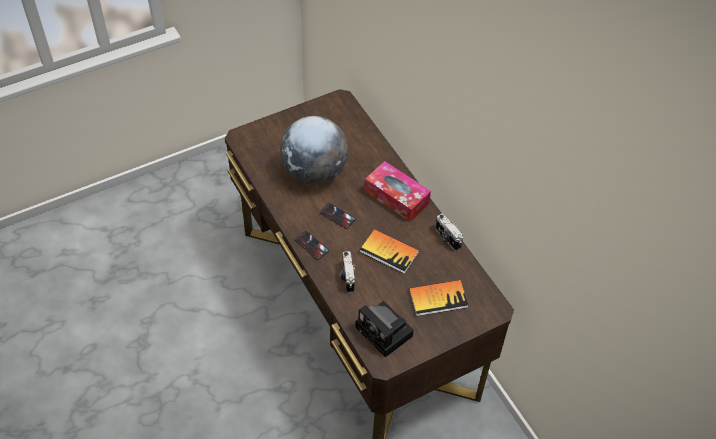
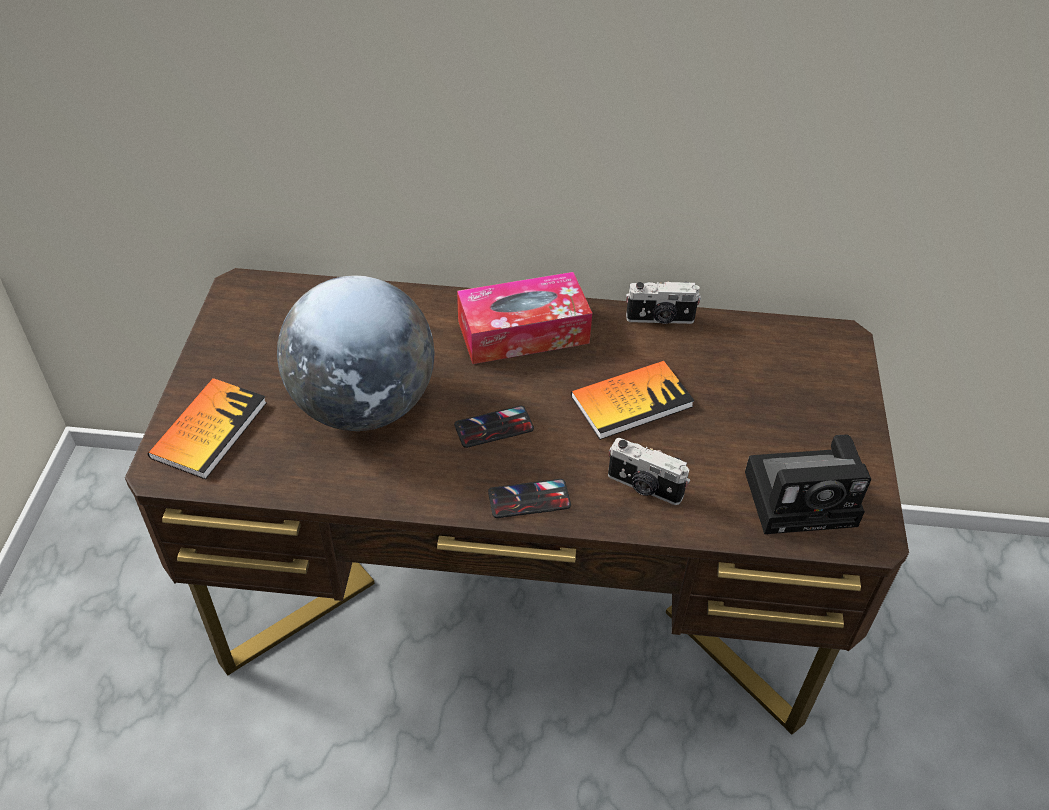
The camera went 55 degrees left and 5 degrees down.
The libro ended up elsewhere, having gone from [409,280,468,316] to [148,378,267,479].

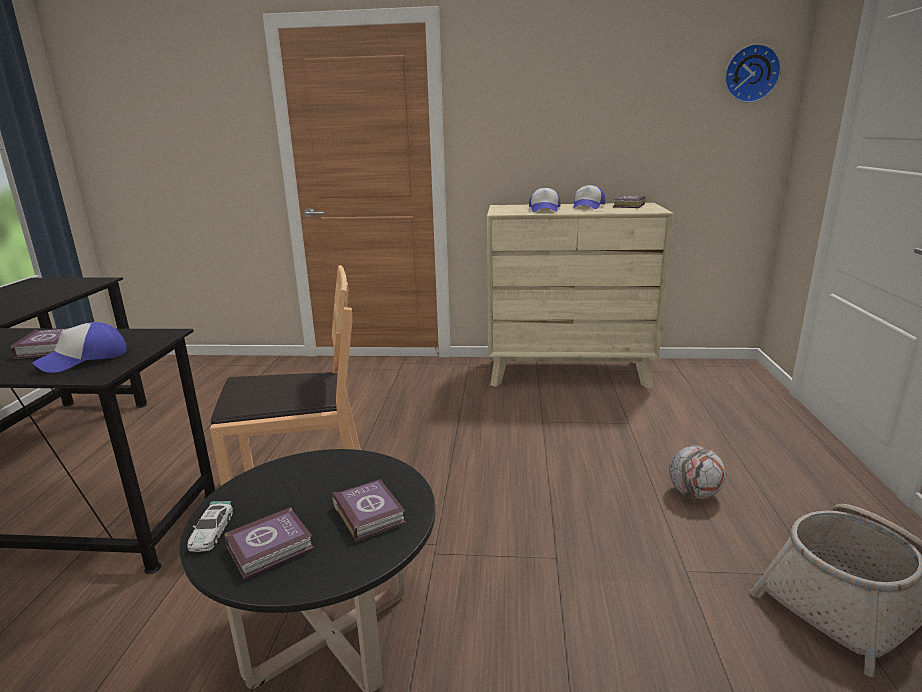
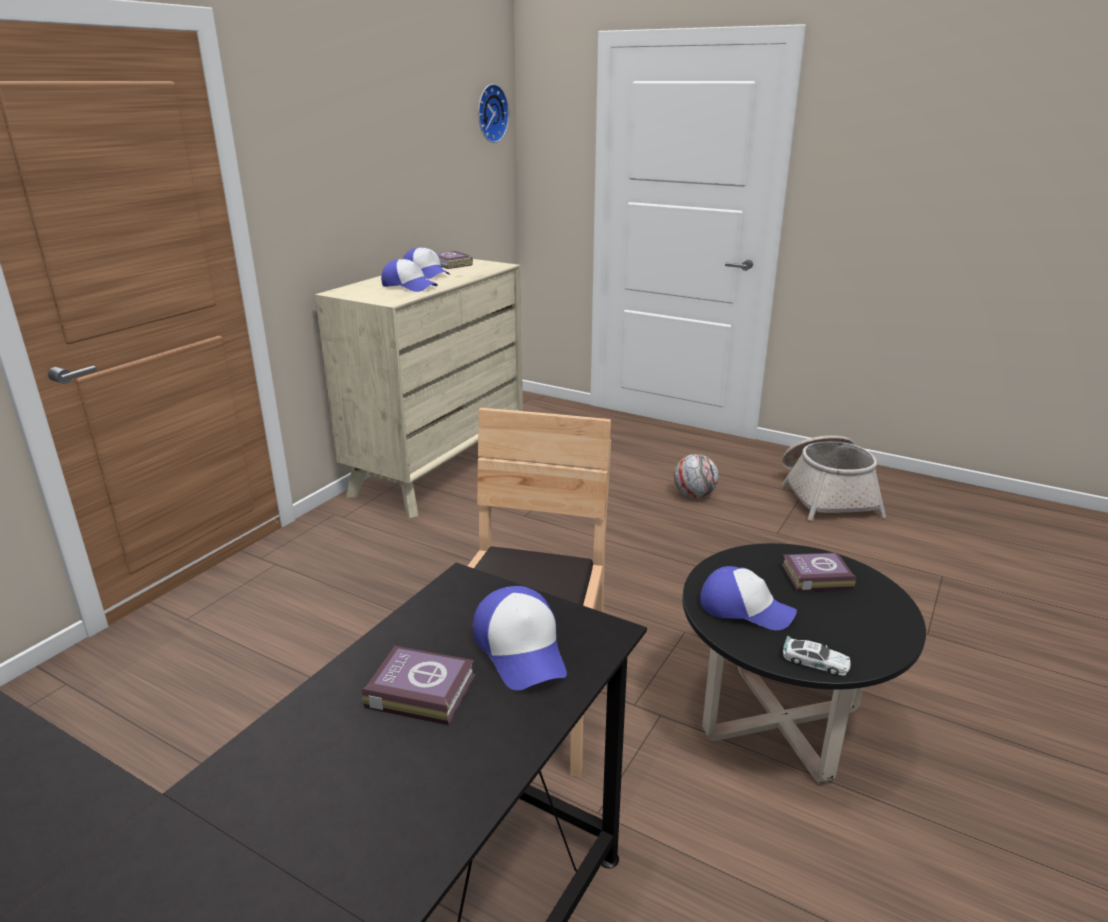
The camera went 65 degrees left and 5 degrees up.
The second view gained the gorra at [700,566,797,630].
The second view lost the libro at [224,507,314,580].

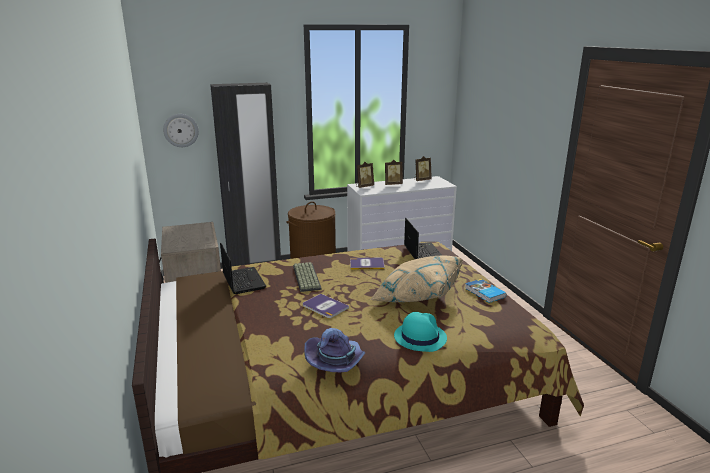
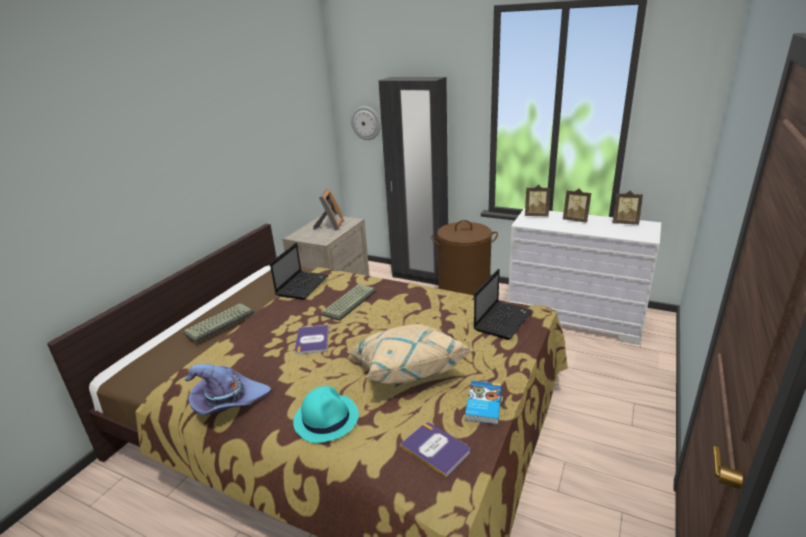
The camera went 45 degrees right and 5 degrees up.
The second view gained the teclado at [183,303,255,343].
The second view gained the portarretratos at [313,188,344,231].
The libro ended up elsewhere, having gone from [350,258,385,270] to [400,422,470,477].

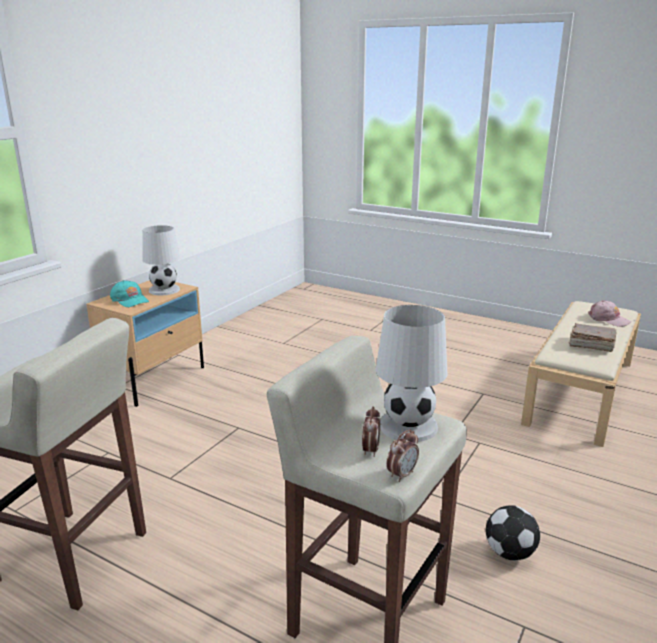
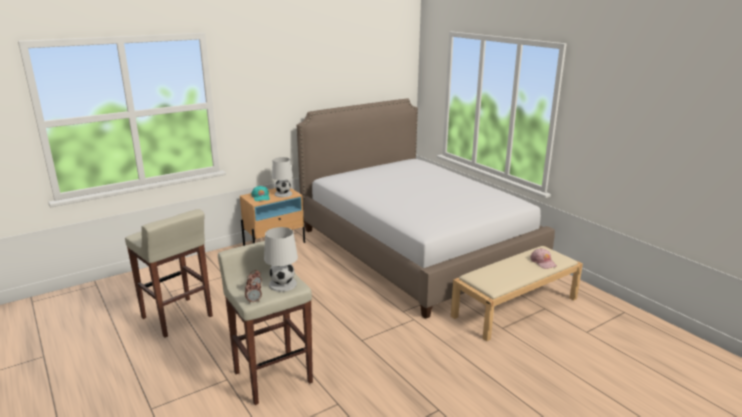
The camera went 25 degrees right and 0 degrees up.
The second view gained the cama at [297,98,555,319].
The second view lost the balón de fútbol at [486,506,540,561].
The second view lost the libro [marrón] at [568,323,617,352].

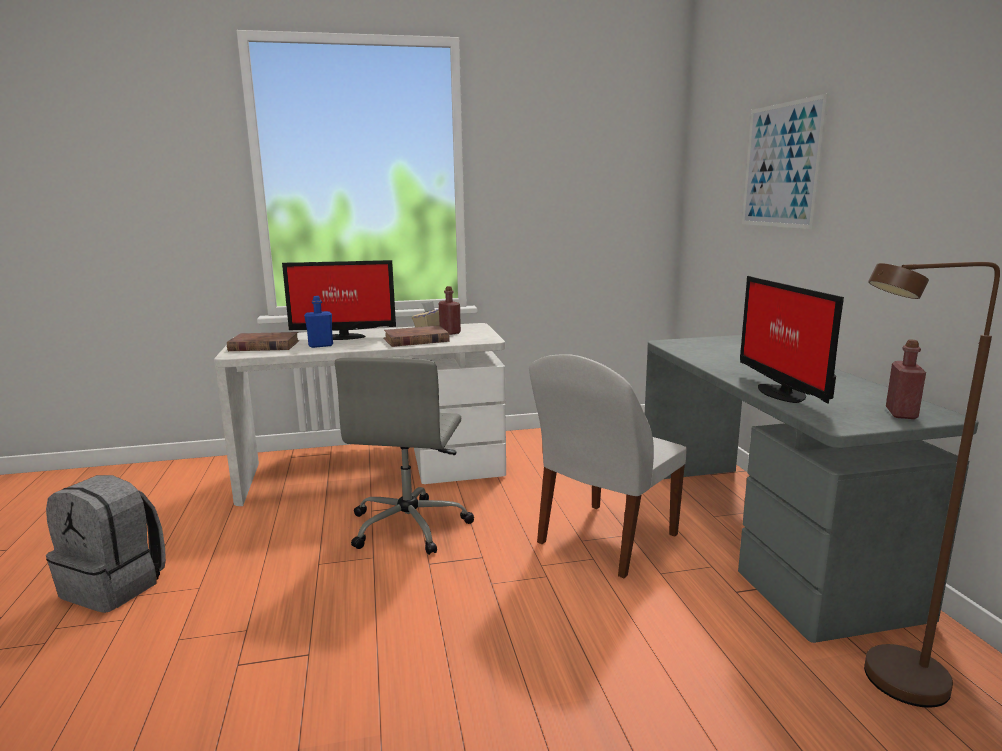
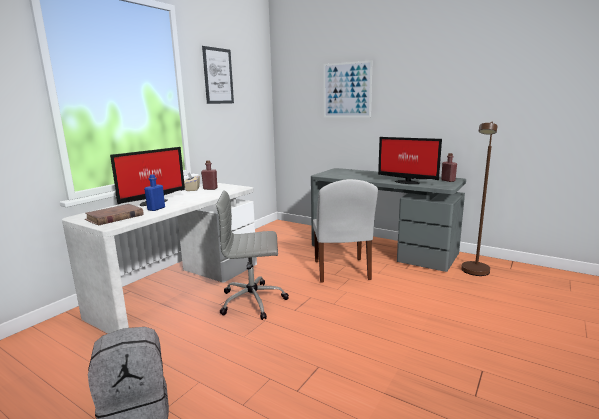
The camera went 45 degrees left and 0 degrees up.
The second view gained the cuadro at [202,46,234,104].
The silla de oficina [gris] at [335,357,474,555] ended up facing another way, 120 degrees clockwise from before.
The second view lost the libro [marrón] at [383,325,450,347].

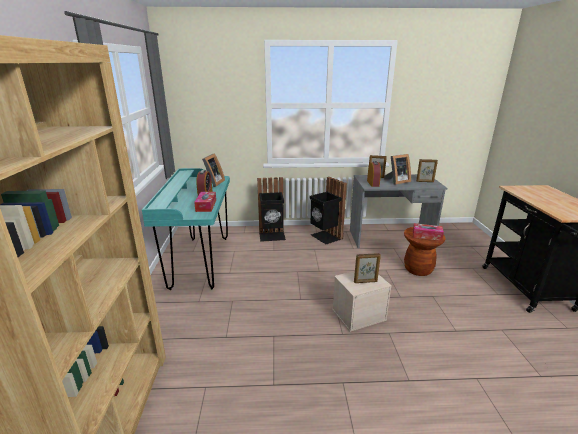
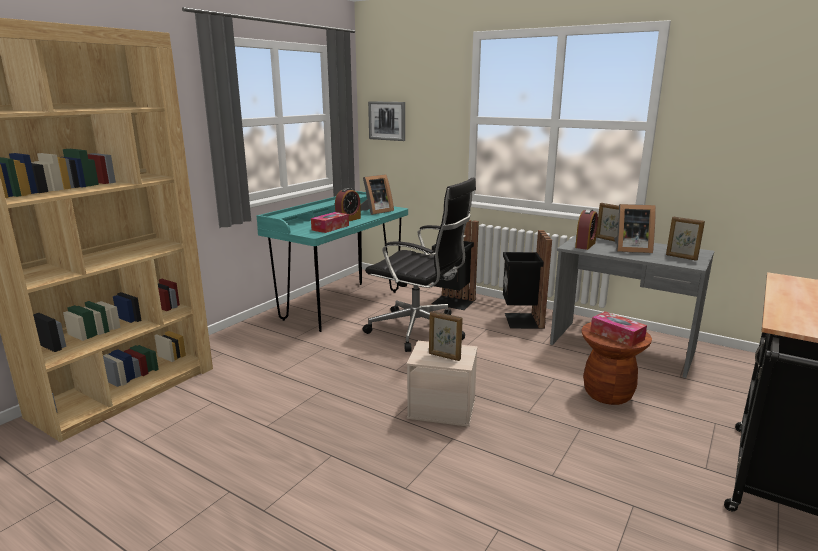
The camera went 35 degrees right and 5 degrees down.
The second view gained the silla de oficina [negro] at [363,177,476,352].
The second view gained the cuadro at [368,101,405,141].

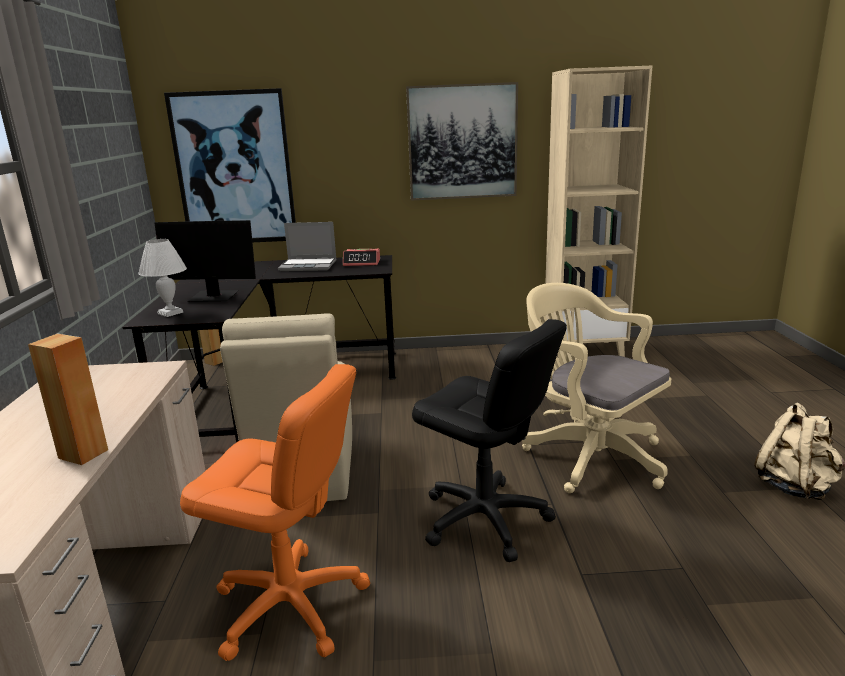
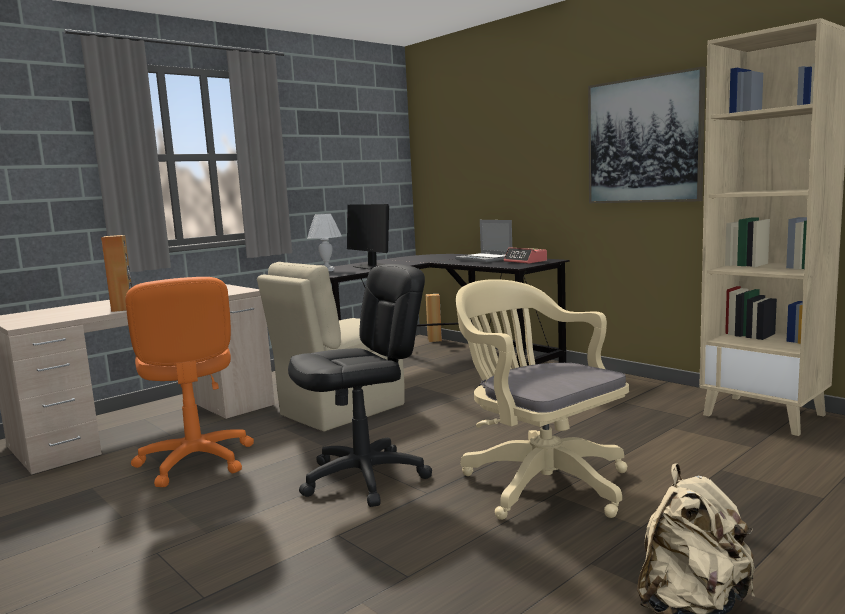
The camera went 50 degrees right and 10 degrees down.
The silla de oficina [negro] at [412,319,567,562] ended up facing another way, 120 degrees counterclockwise from before.
The silla de oficina [beis] at [522,283,671,493] ended up facing another way, 45 degrees counterclockwise from before.
The second view lost the cuadro at [164,88,296,242].

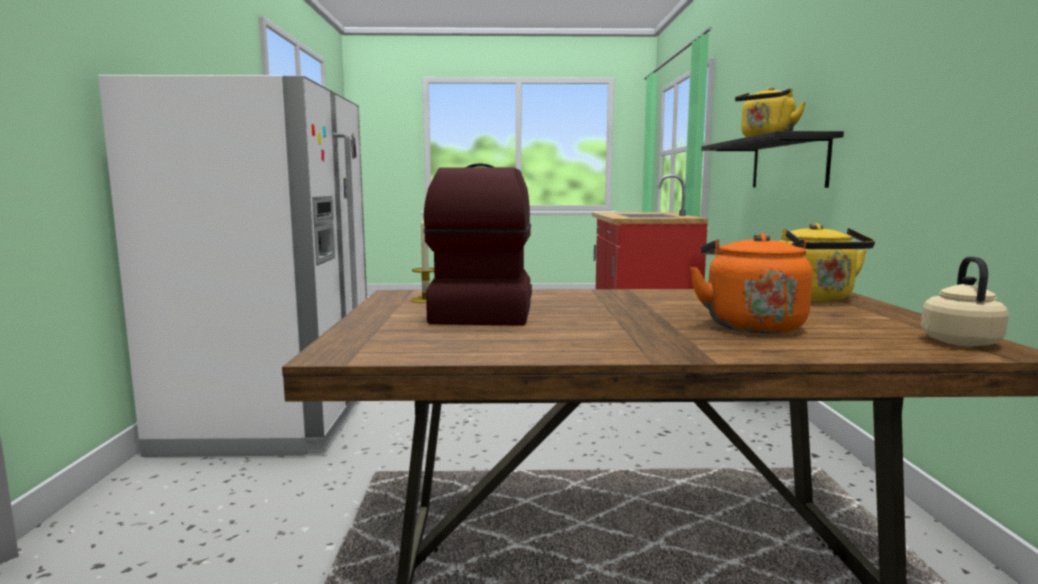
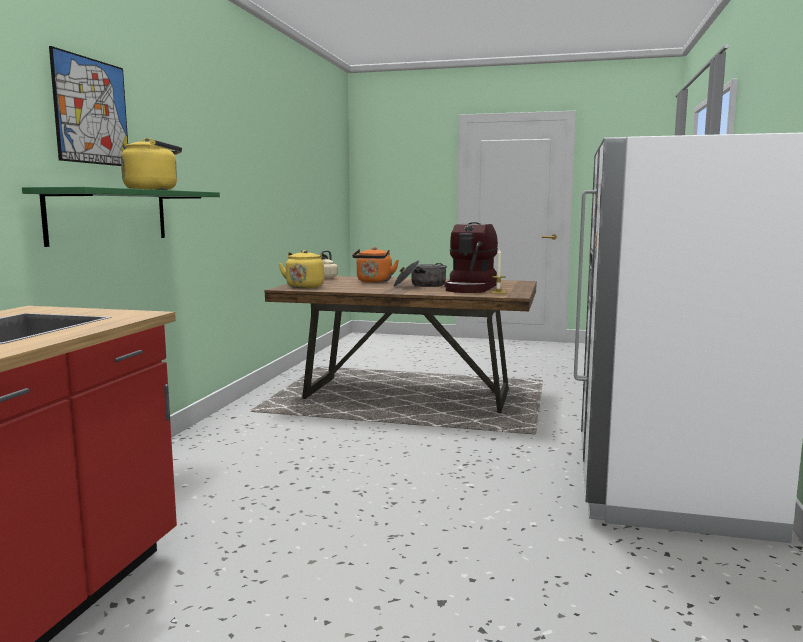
The camera went 165 degrees left and 0 degrees up.
What was the estante [negro] at [701,131,844,188] turned into the estante [verde] at [22,187,220,247].
The second view gained the cuadro at [49,46,128,166].
The second view gained the olla at [393,260,447,287].

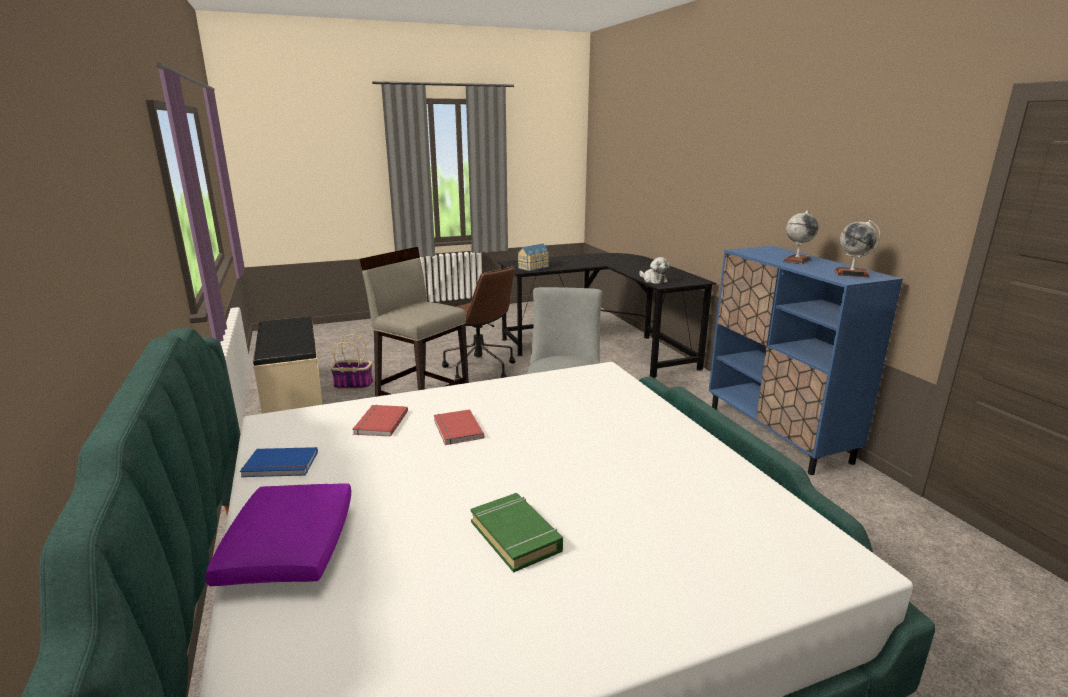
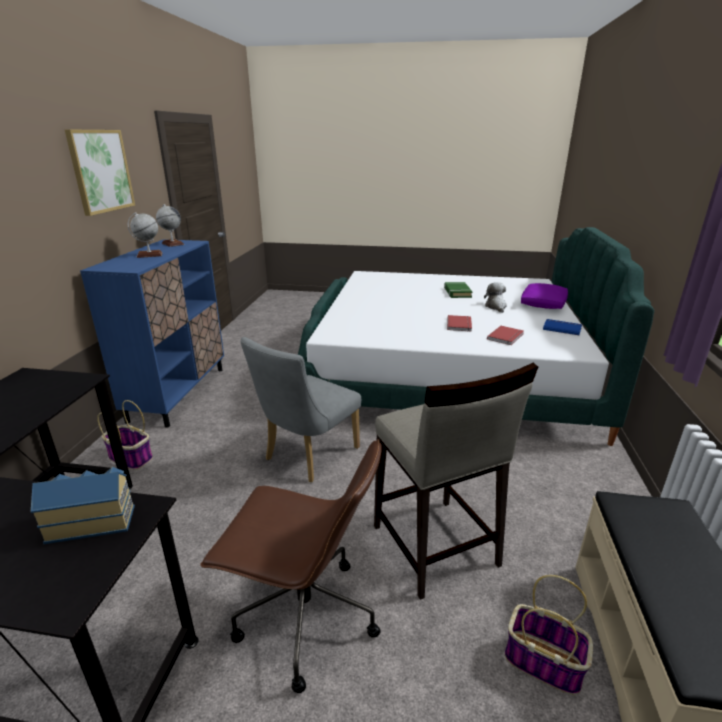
The camera went 150 degrees left and 5 degrees up.
The second view gained the cuadro at [65,129,135,216].
The second view gained the cesta at [97,400,153,470].
The silla de oficina [marrón] at [442,266,515,381] ended up facing another way, 120 degrees clockwise from before.
The peluche ended up elsewhere, having gone from [639,257,670,284] to [484,282,507,313].

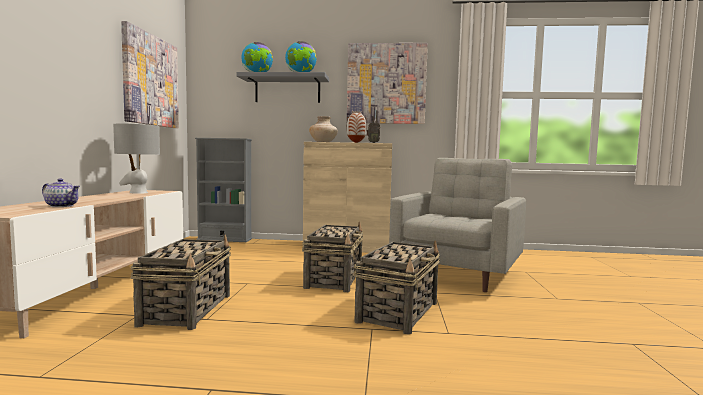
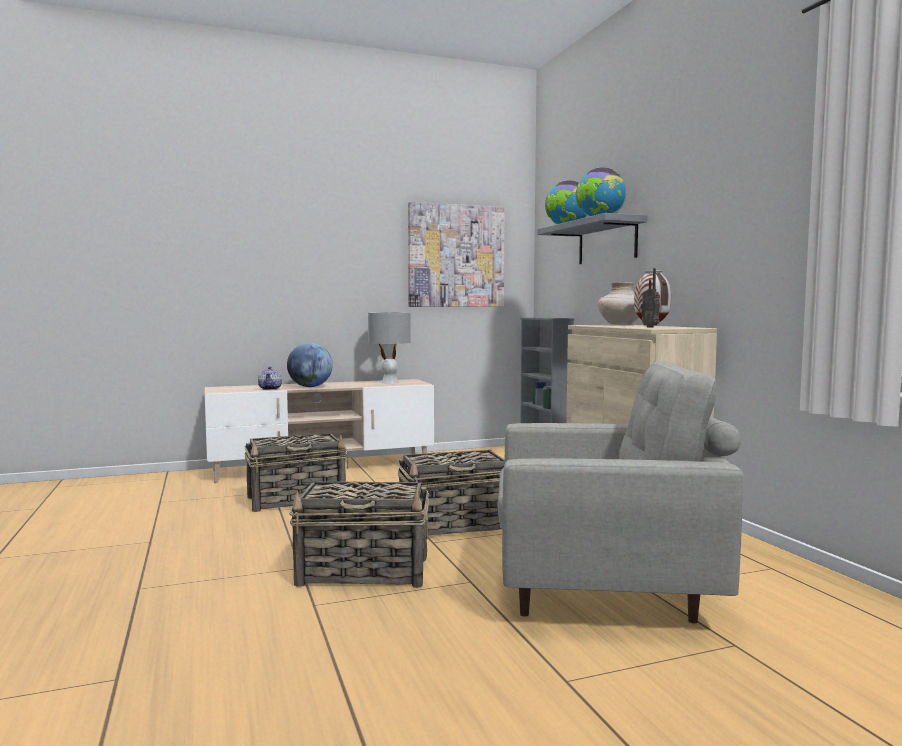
The camera went 65 degrees right and 0 degrees up.
The second view gained the globo terráqueo at [287,343,333,387].
The second view lost the cuadro at [347,43,428,124].

